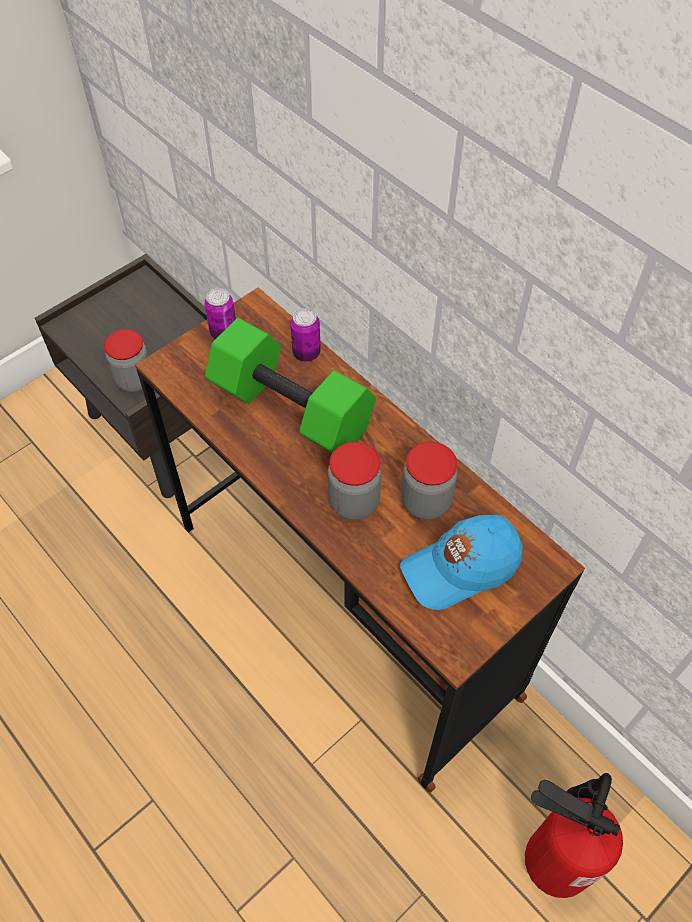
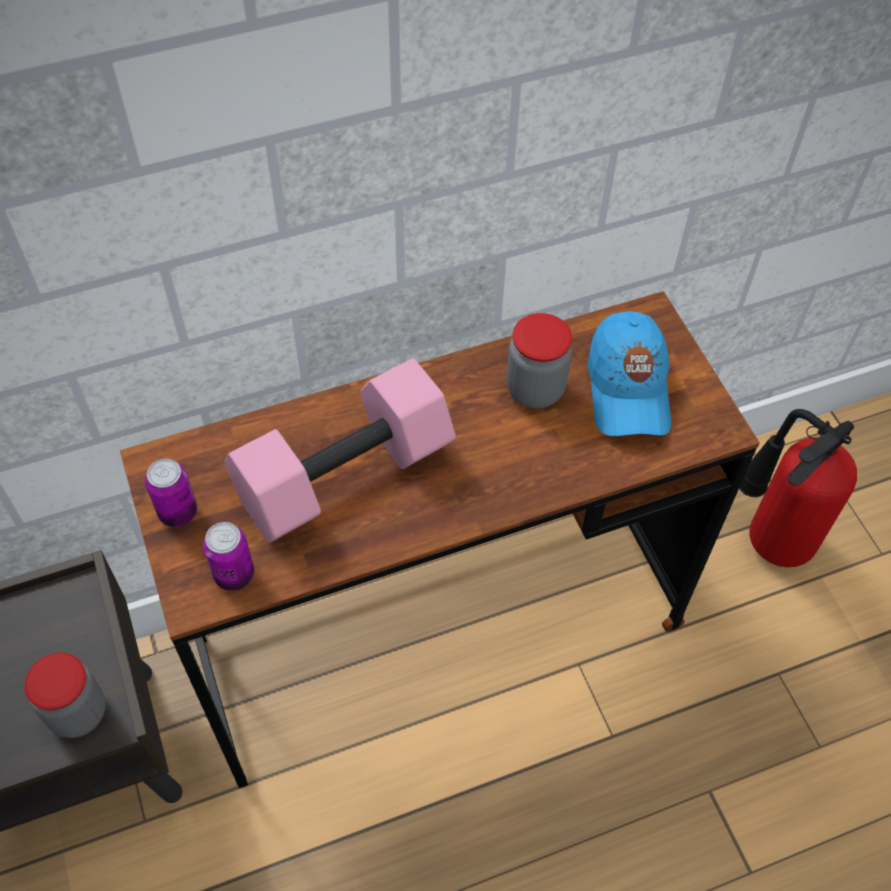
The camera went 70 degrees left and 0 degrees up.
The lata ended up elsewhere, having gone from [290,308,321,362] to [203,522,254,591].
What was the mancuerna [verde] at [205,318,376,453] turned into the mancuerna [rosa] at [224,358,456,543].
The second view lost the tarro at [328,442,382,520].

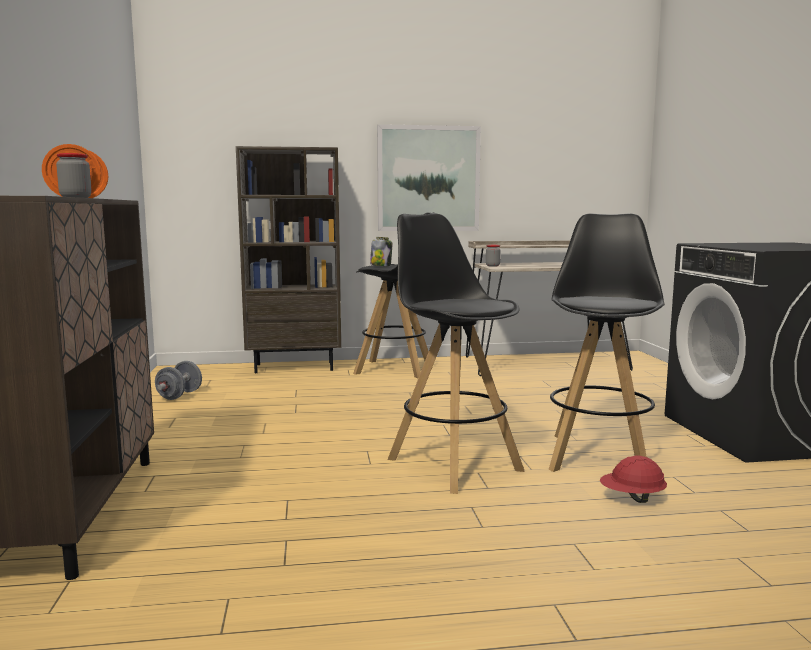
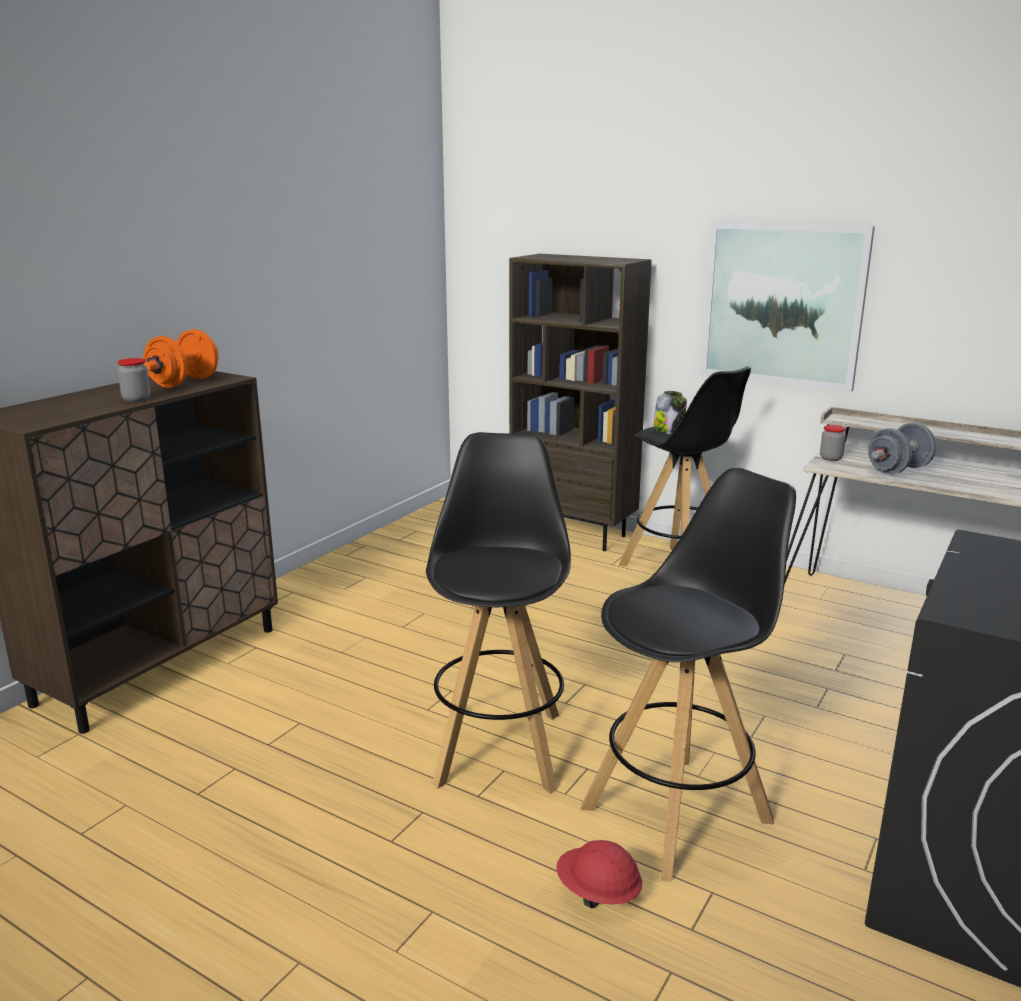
The camera went 40 degrees right and 10 degrees up.
The mancuerna [gris] ended up elsewhere, having gone from [155,361,202,400] to [868,422,936,475].

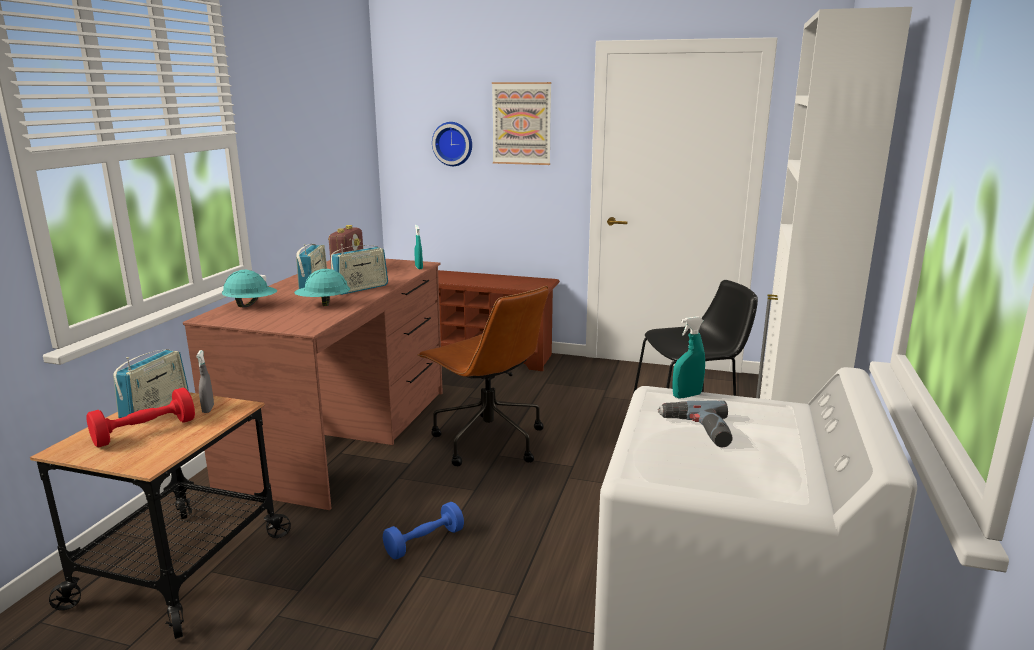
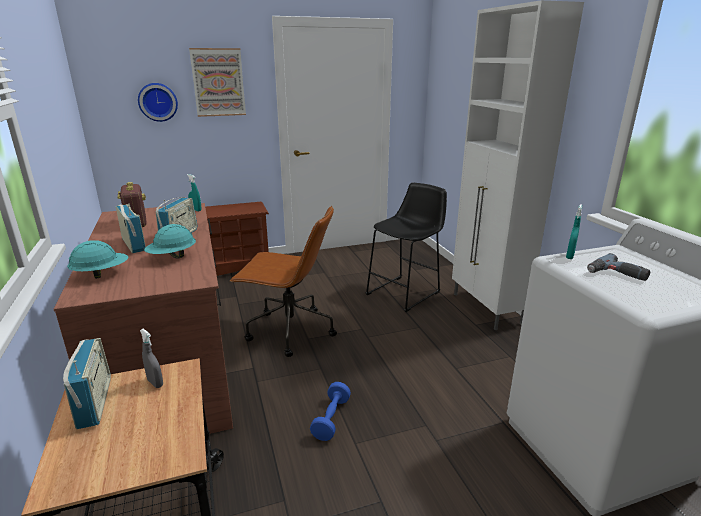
The camera went 35 degrees left and 5 degrees up.
The second view lost the mancuerna [rojo] at [86,388,195,448].

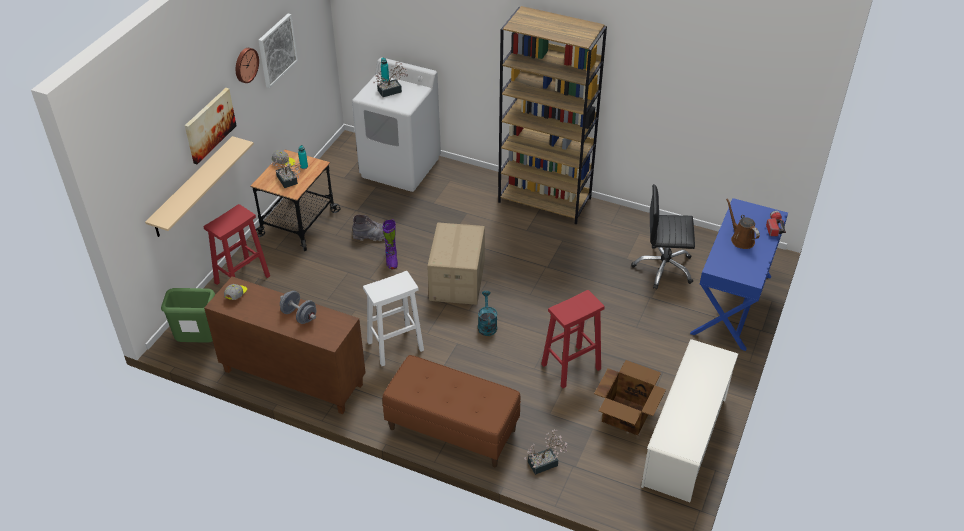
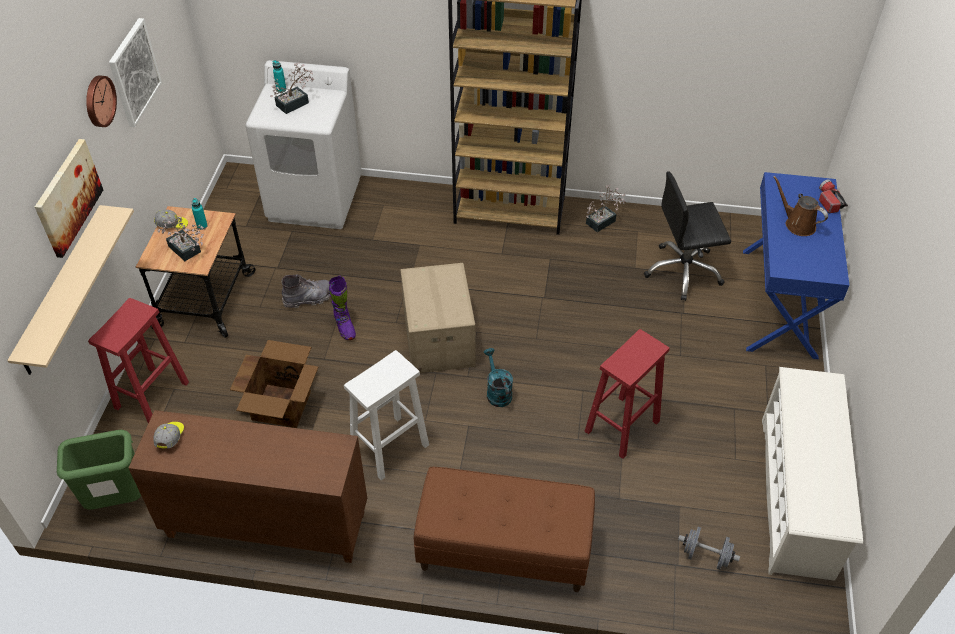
The camera went 15 degrees left and 5 degrees up.
The caja de cartón ended up elsewhere, having gone from [594,360,666,435] to [230,340,318,428].
The planta en maceta ended up elsewhere, having gone from [524,429,567,475] to [586,185,625,232].
The mancuerna [gris] ended up elsewhere, having gone from [280,291,316,324] to [678,527,740,570].

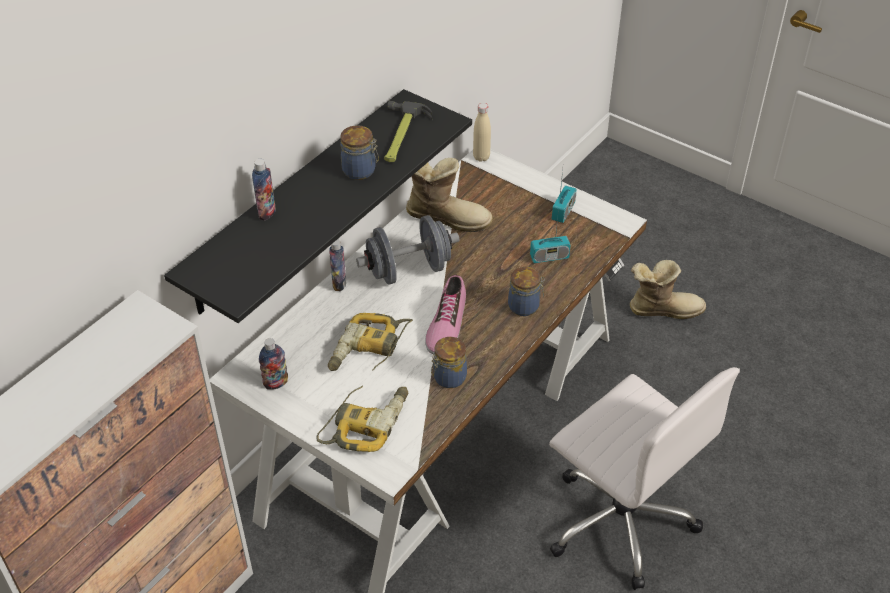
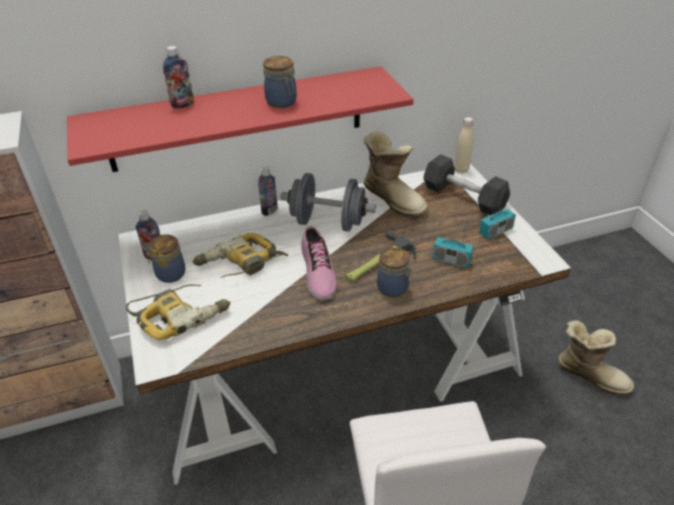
The camera went 35 degrees right and 5 degrees down.
What was the estante [negro] at [164,89,472,323] turned into the estante [rojo] at [67,66,414,172].
The tarro ended up elsewhere, having gone from [431,337,467,388] to [145,234,186,283].
The zapato at [425,274,466,354] ended up facing another way, 60 degrees counterclockwise from before.
The martillo ended up elsewhere, having gone from [384,101,432,162] to [346,230,416,282].
The second view gained the mancuerna [gris] at [424,154,510,215].

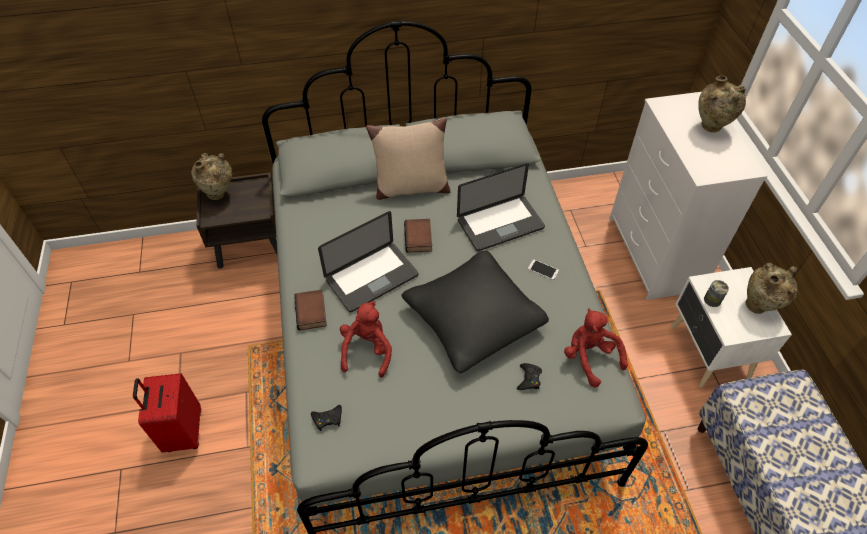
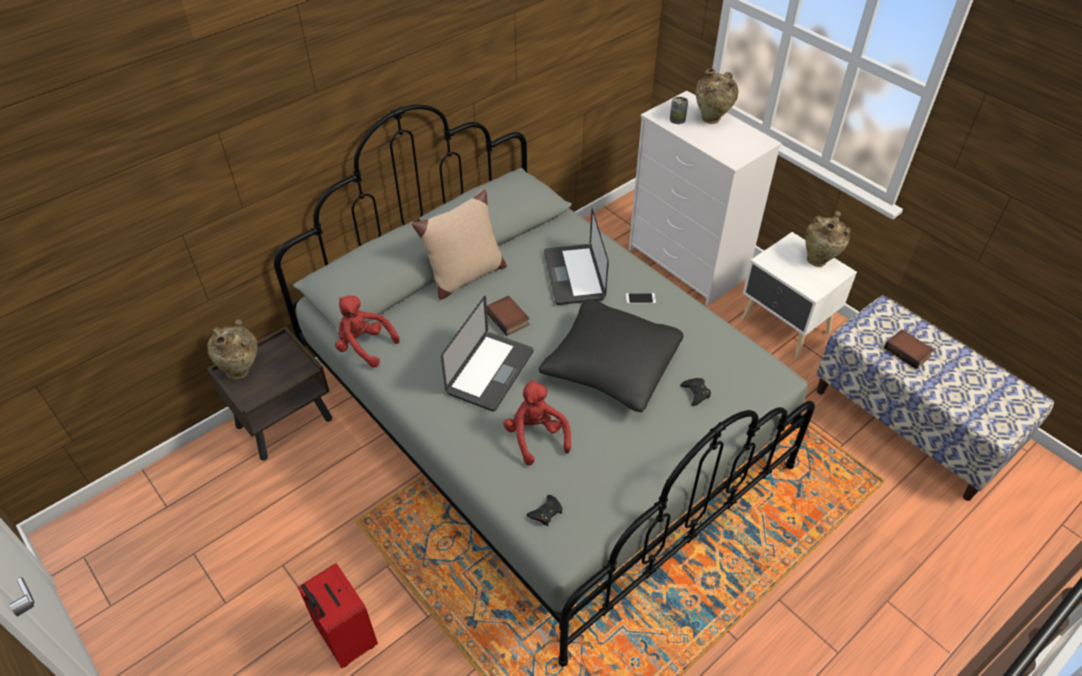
The camera went 30 degrees left and 5 degrees down.
The peluche [rojo] ended up elsewhere, having gone from [564,308,628,387] to [335,295,400,368].
The portátil at [457,163,545,251] ended up facing another way, 135 degrees clockwise from before.
The lata ended up elsewhere, having gone from [704,280,729,307] to [670,97,688,124].
The libro ended up elsewhere, having gone from [294,290,327,331] to [884,329,934,369].

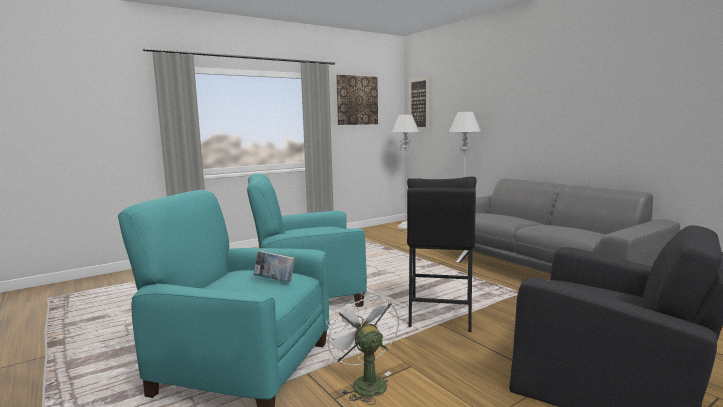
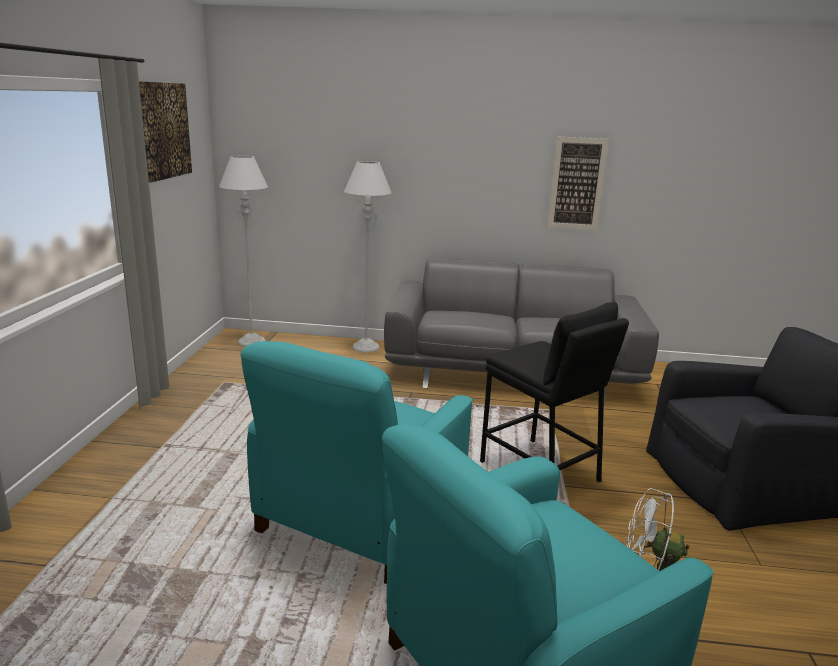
The camera went 50 degrees left and 10 degrees up.
The cuadro ended up elsewhere, having gone from [409,77,429,130] to [547,136,609,230].
The second view lost the libro at [253,251,295,282].

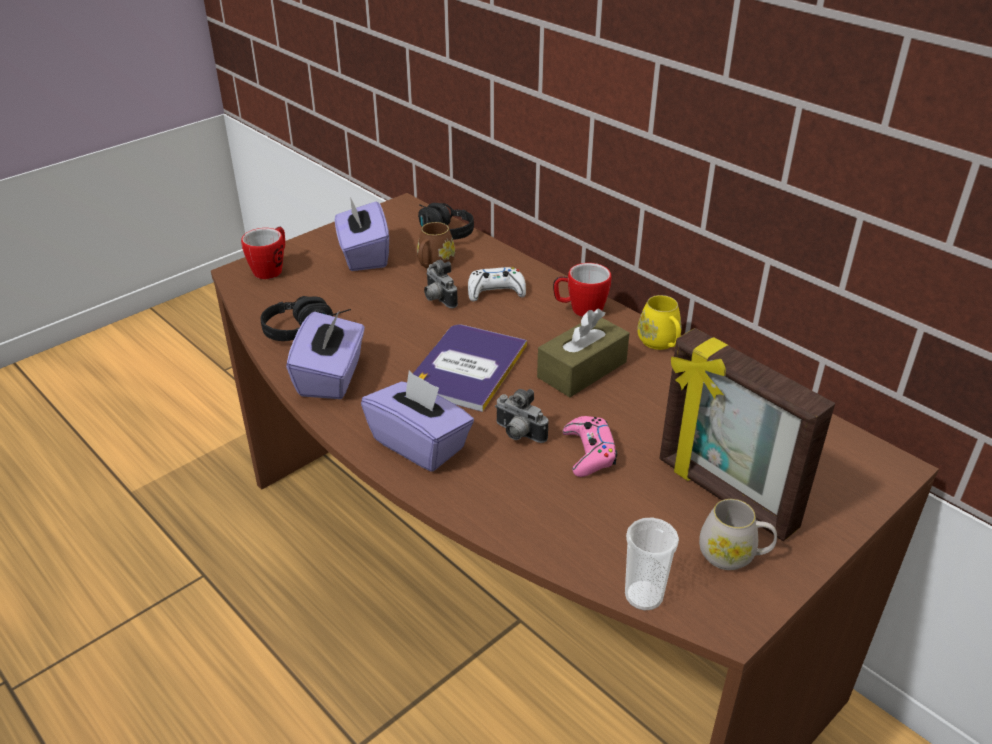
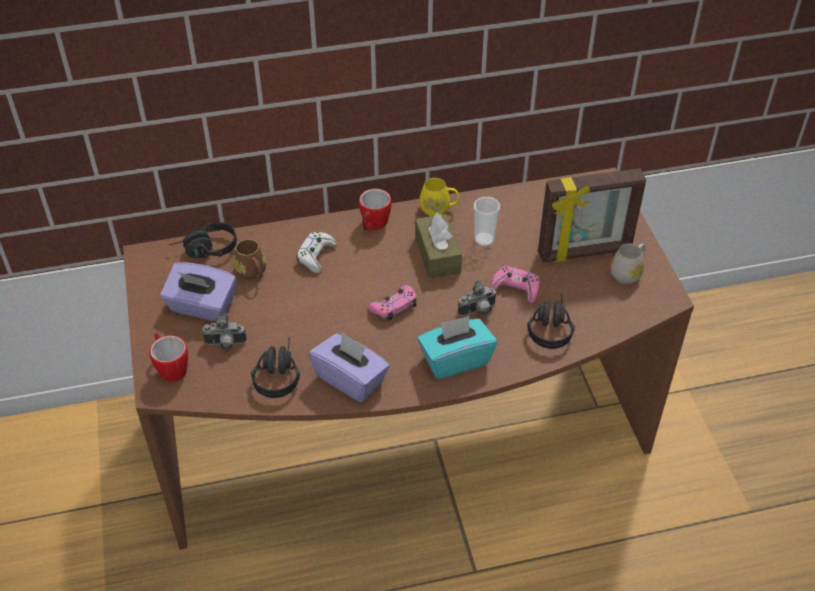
The camera went 60 degrees left and 10 degrees up.
The cámara ended up elsewhere, having gone from [424,260,458,308] to [202,313,247,350].
Where the libro stood at [413,324,527,412], the mando de consola [rosa] came to stand at [368,285,417,321].
What was the caja de pañuelos [morado] at [361,370,474,472] turned into the caja de pañuelos [turquesa] at [417,316,497,379].
The taza ended up elsewhere, having gone from [625,517,679,611] to [474,197,500,246].
The second view gained the auriculares [negro] at [527,293,575,349].

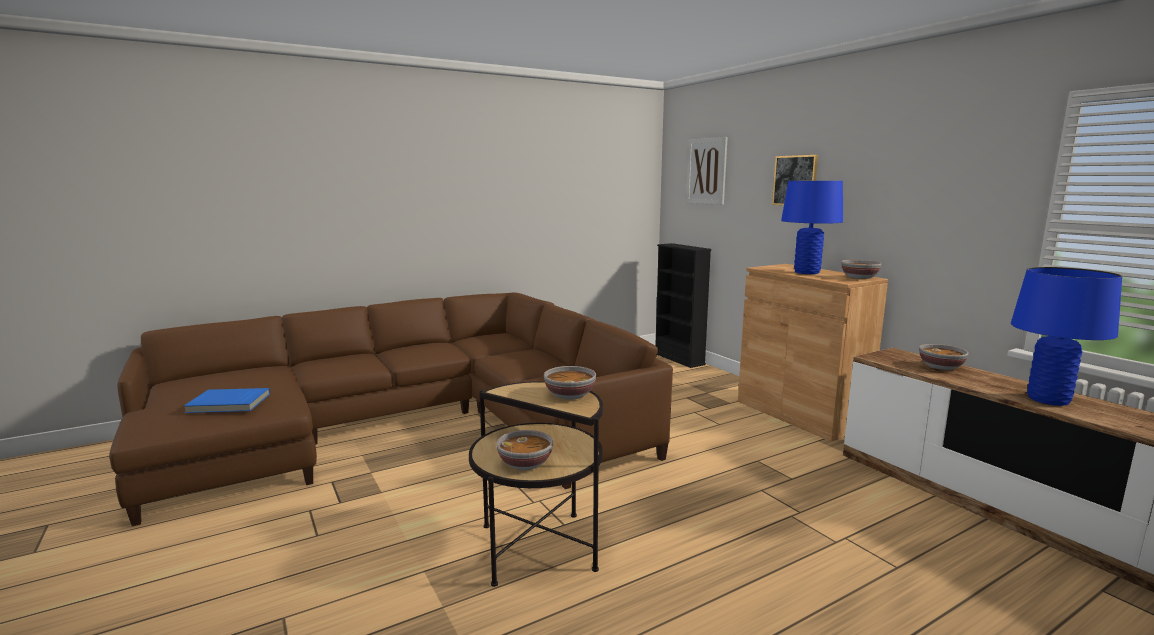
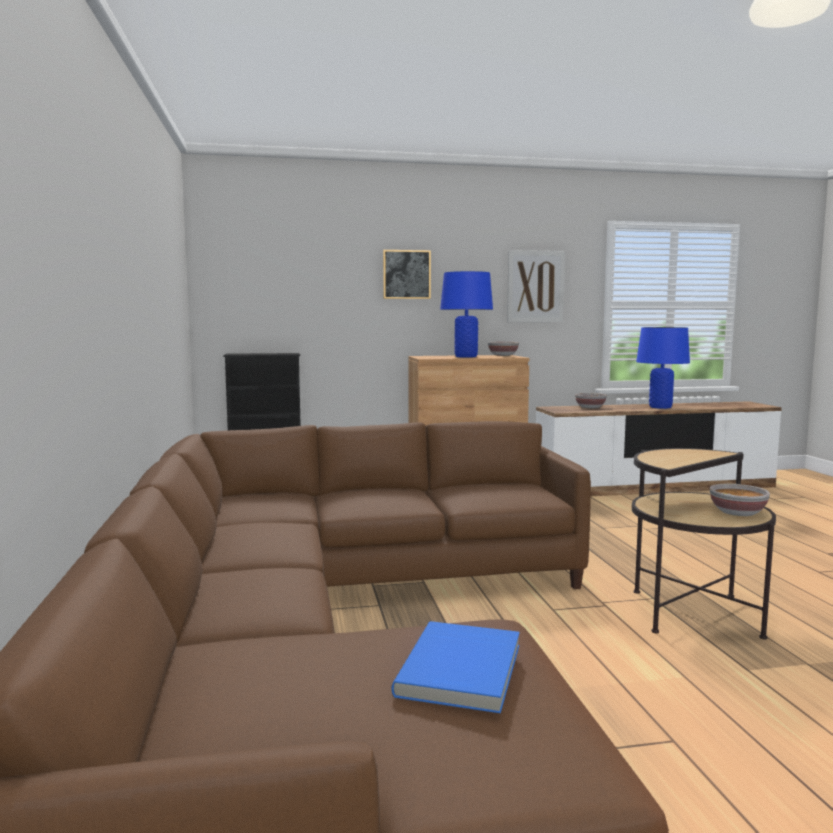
The camera went 70 degrees left and 5 degrees down.
The cuadro ended up elsewhere, having gone from [686,137,728,205] to [507,250,565,322].
The second view lost the cuenco at [544,366,596,400].

